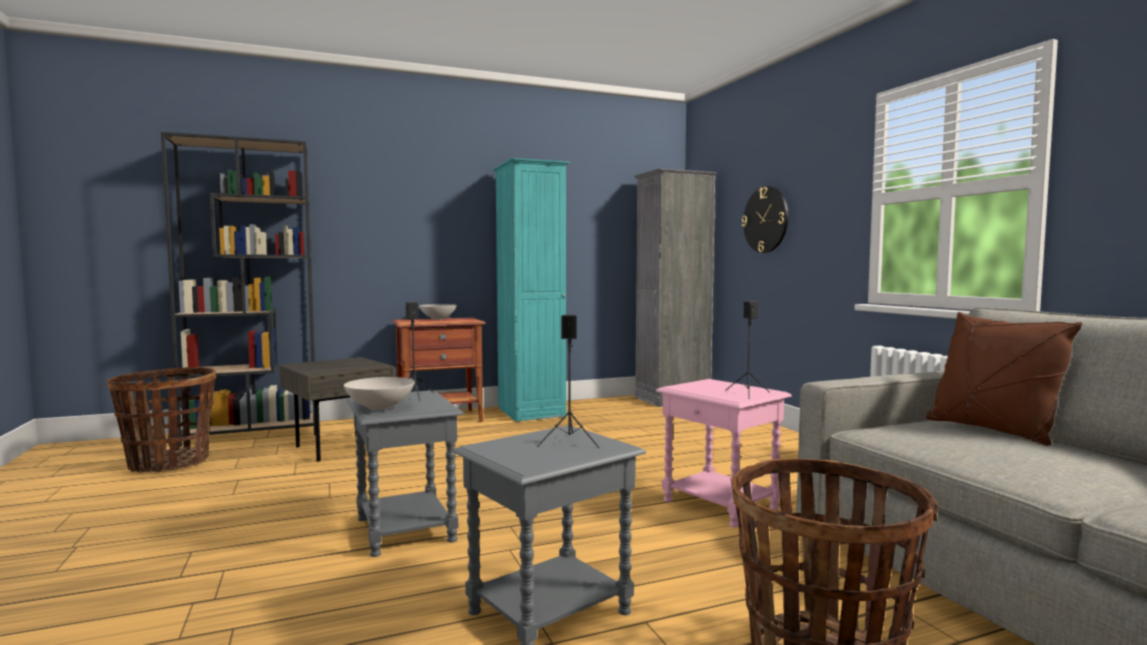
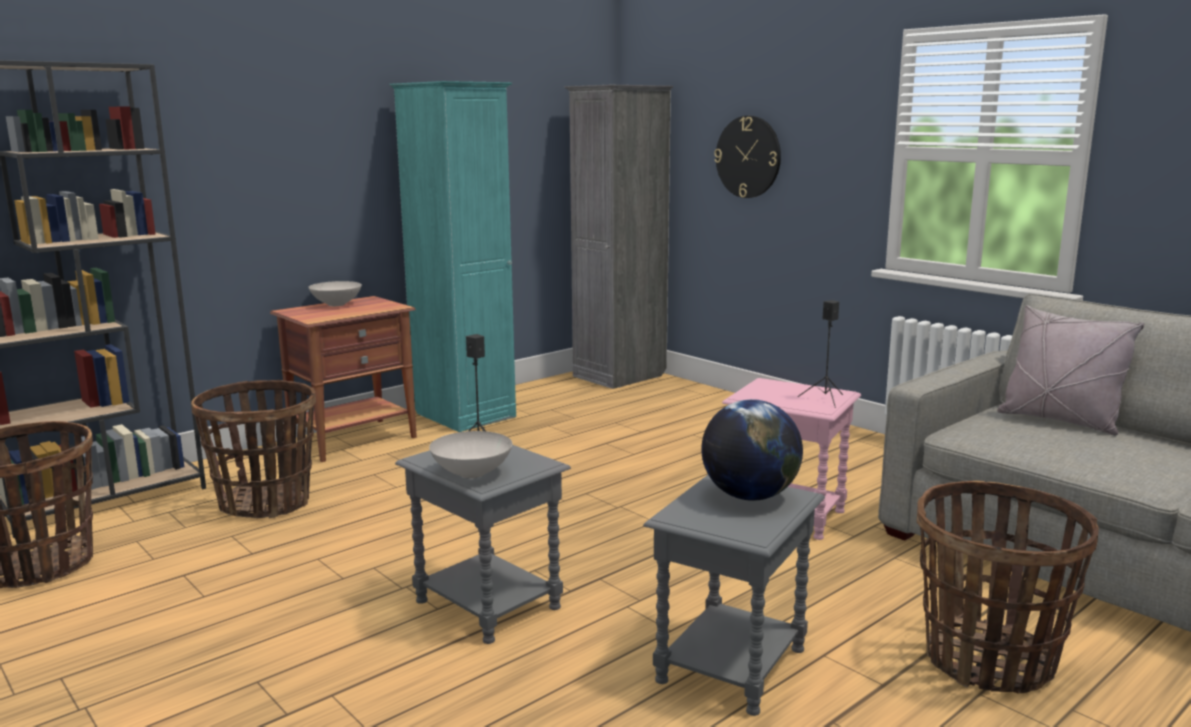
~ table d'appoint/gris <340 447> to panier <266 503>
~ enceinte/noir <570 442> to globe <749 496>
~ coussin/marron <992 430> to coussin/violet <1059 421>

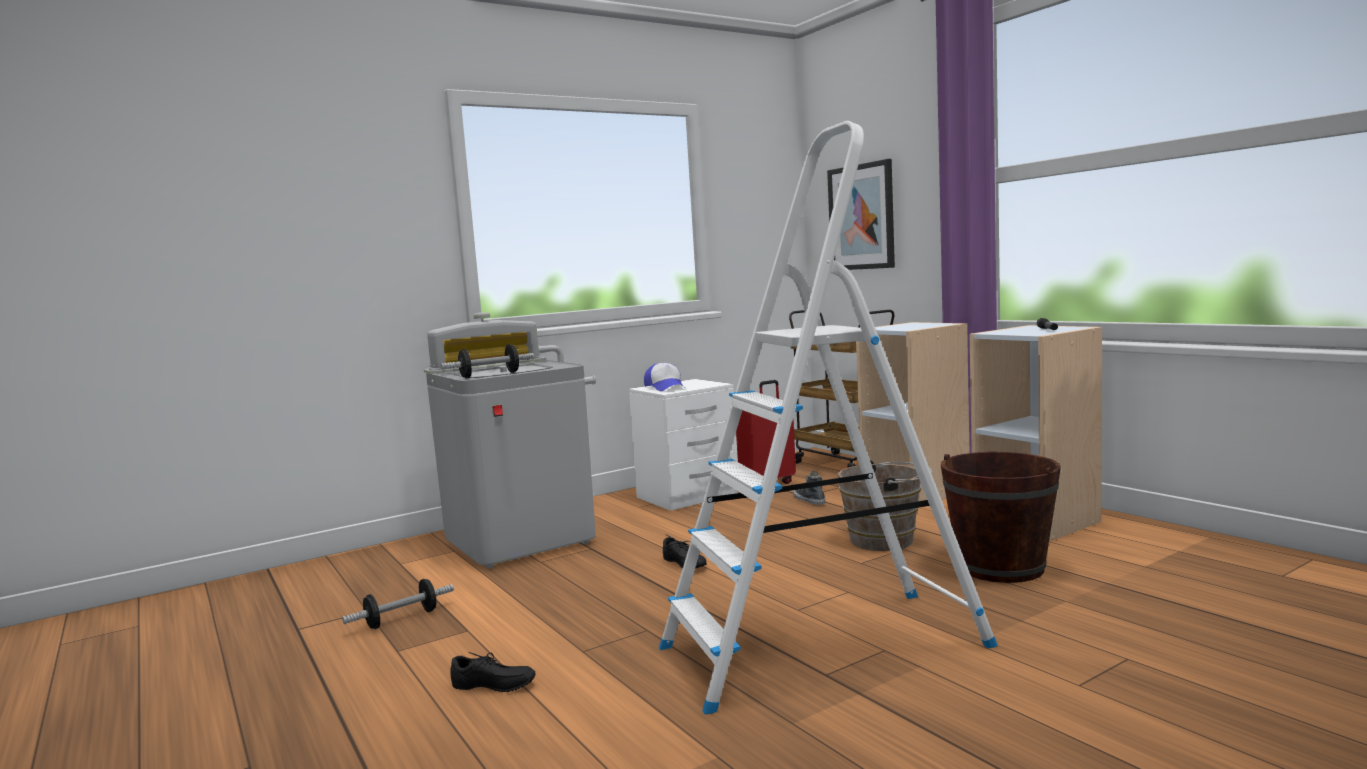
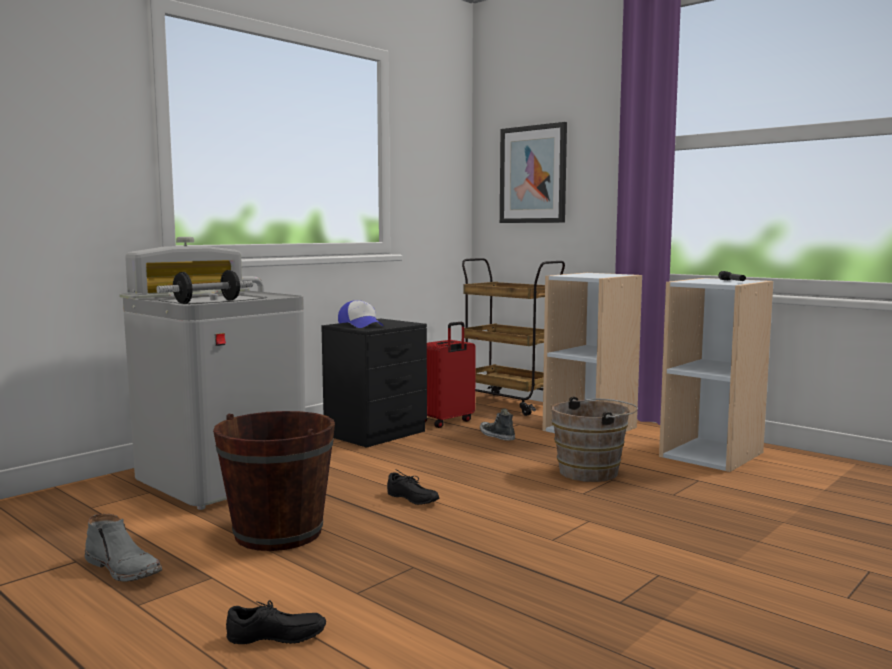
- escabeau/blanc <822 647>
~ seau/marron <1000 567> to <278 533>
~ haltère <401 619> to botte/gris <125 569>
~ table de chevet/blanc <689 496> to table de chevet/noir <378 433>

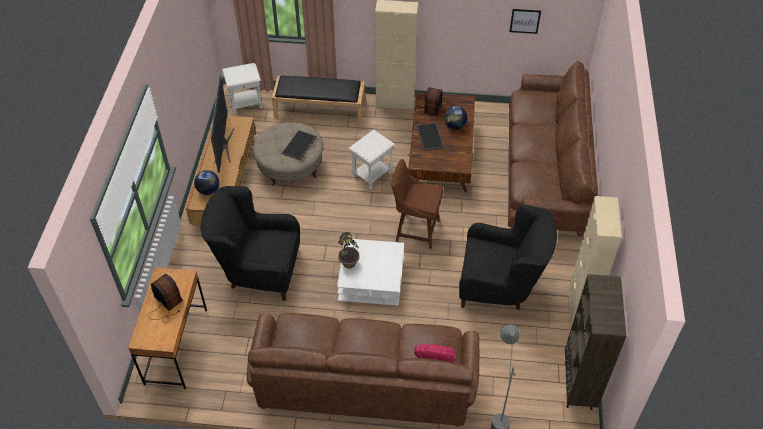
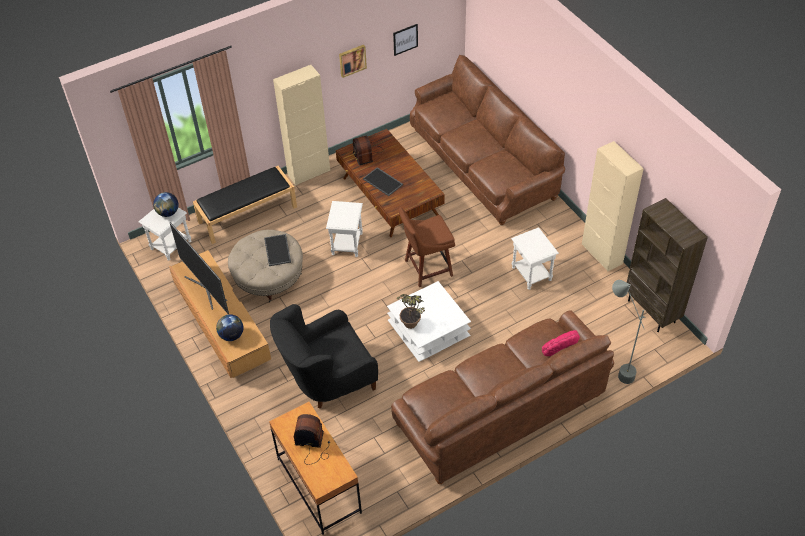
+ tableau <352 60>
~ globe <454 126> to <168 213>
~ fauteuil/noir <500 286> to table d'appoint/blanc <532 273>

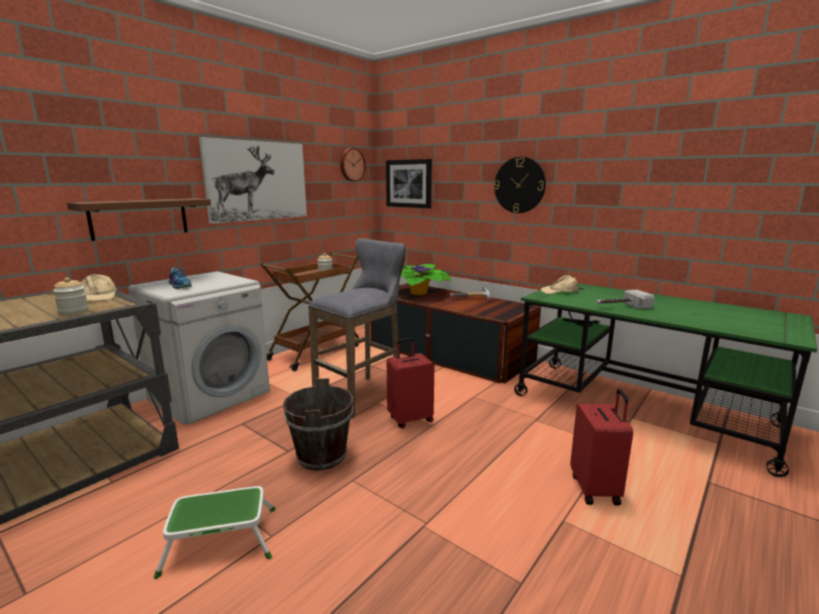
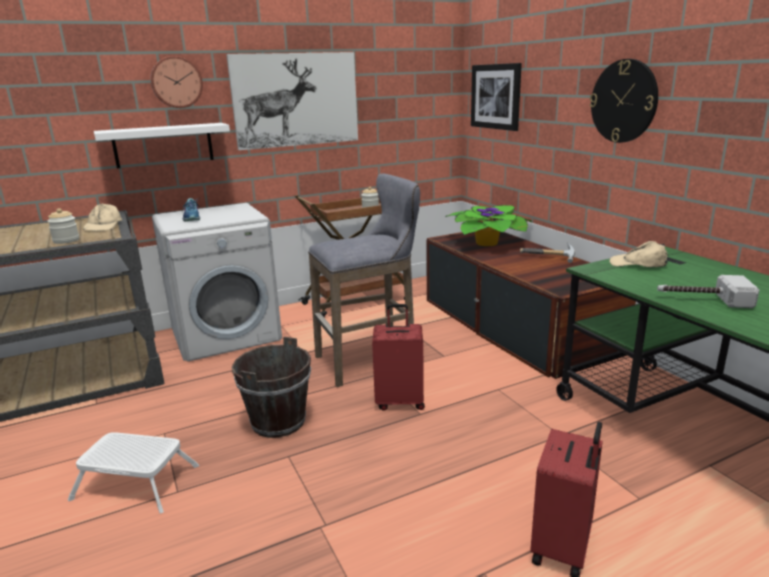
~ horloge murale <351 165> to <176 82>
~ étagère/marron <139 218> to étagère/blanc <163 145>
~ escabeau/vert <220 541> to escabeau/blanc <135 483>

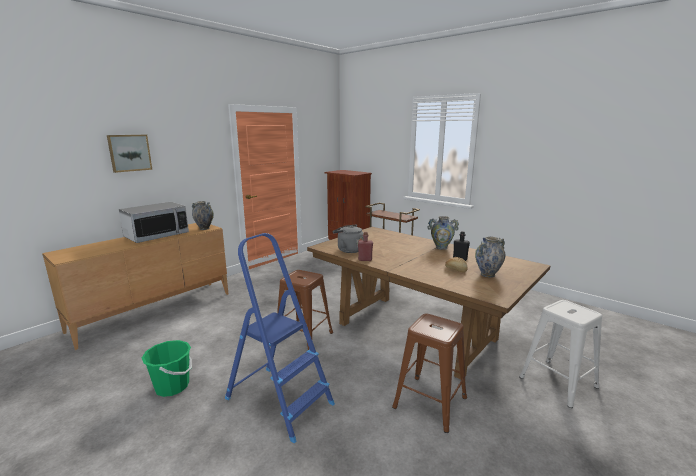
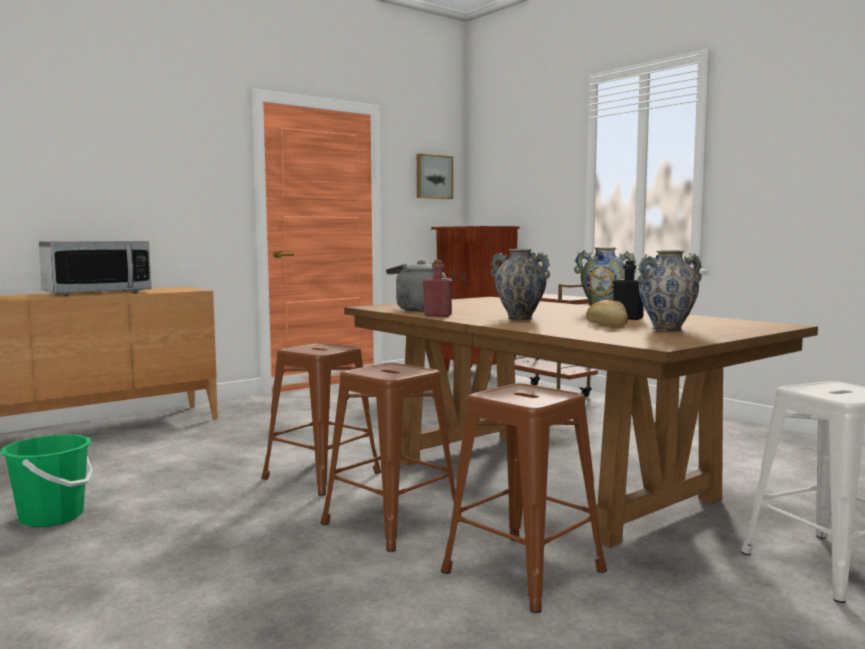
- escabeau/bleu <280 401>
+ tabouret/marron <391 522>
~ tableau <129 153> to <433 177>
~ vase <204 228> to <520 318>

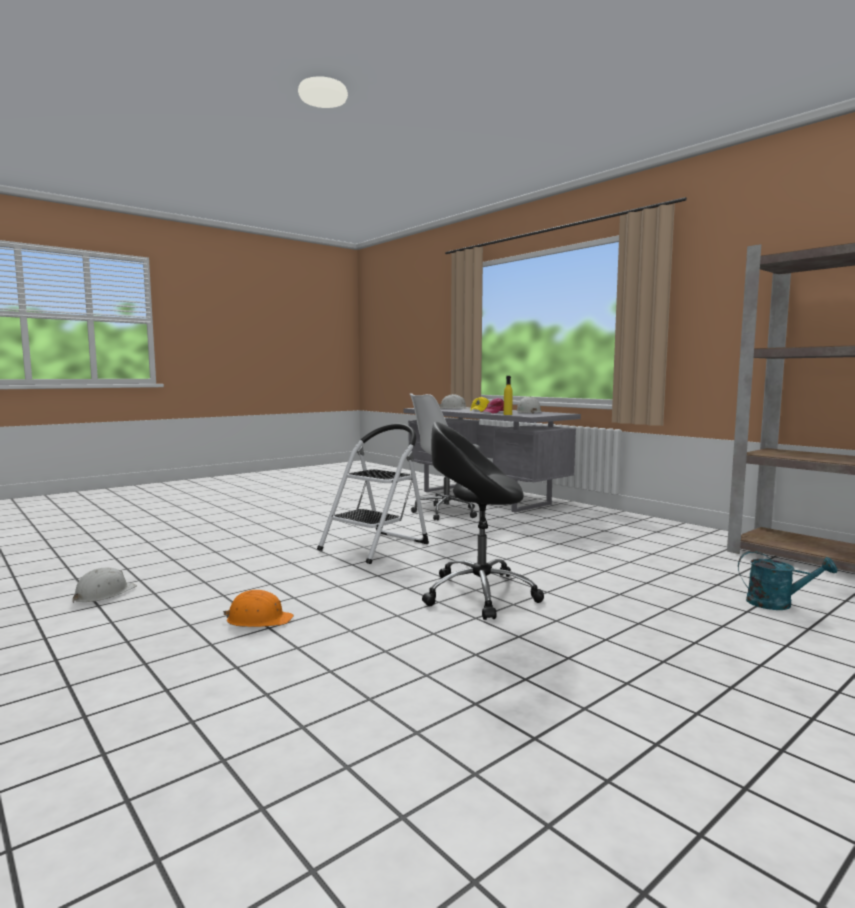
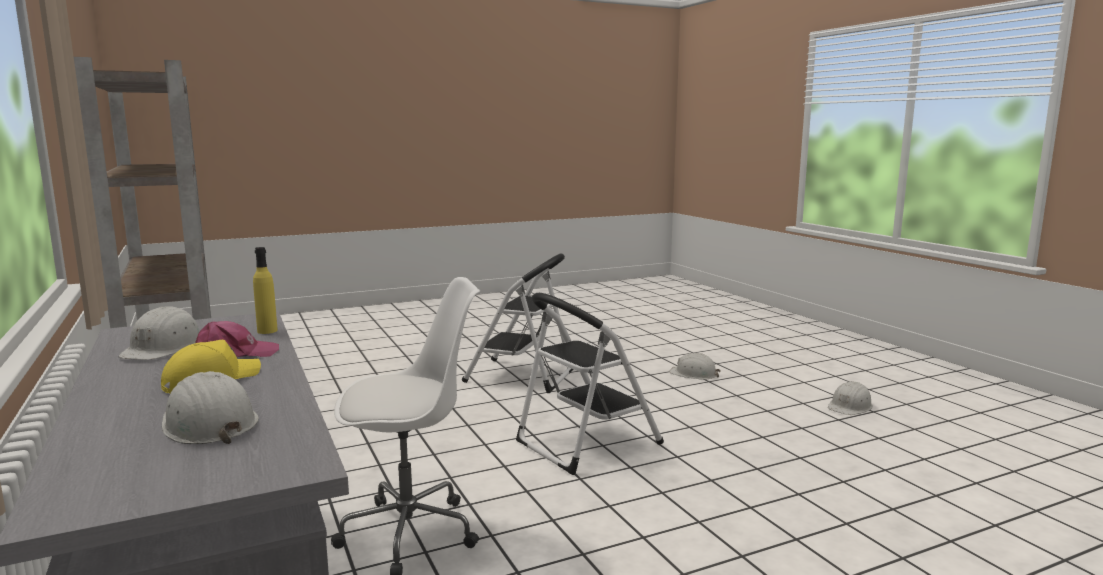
- arrosoir/turquoise <777 604>
~ chaise de bureau/noir <477 594> to escabeau <522 376>
~ casque de chantier/orange <259 619> to casque de chantier/blanc <694 374>

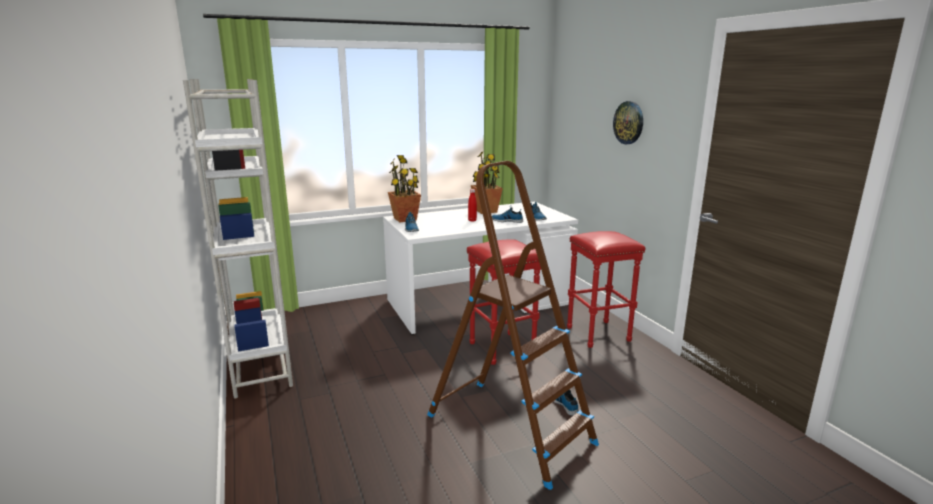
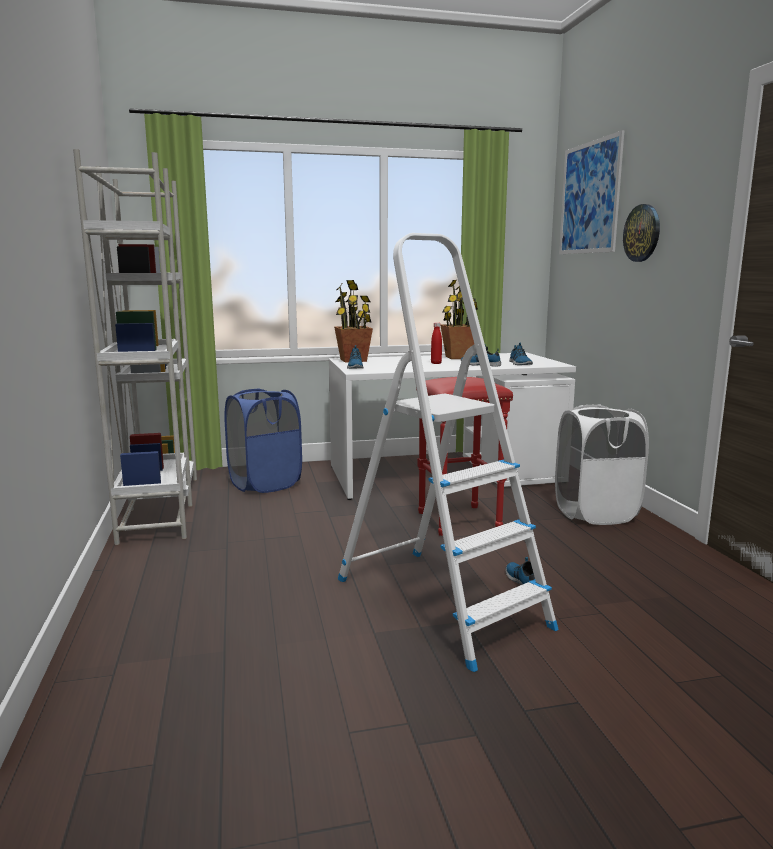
+ panier à linge/bleu <265 484>
+ tableau <589 198>
~ tabouret/rouge <598 333> to panier à linge/blanc <595 513>
~ escabeau/marron <510 429> to escabeau/blanc <441 603>

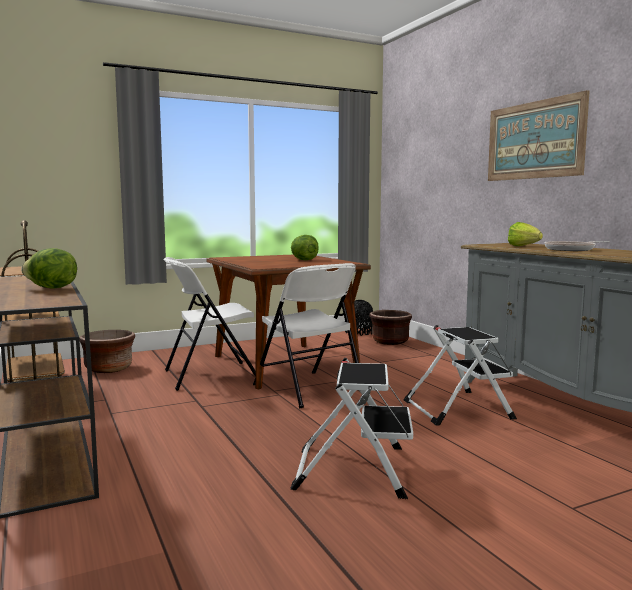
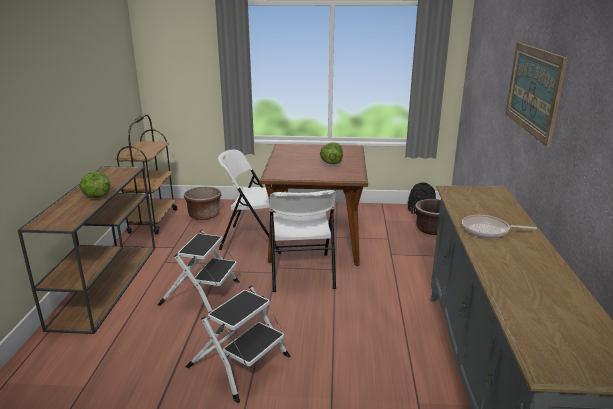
- laitue <526 247>
~ escabeau <458 408> to <201 294>

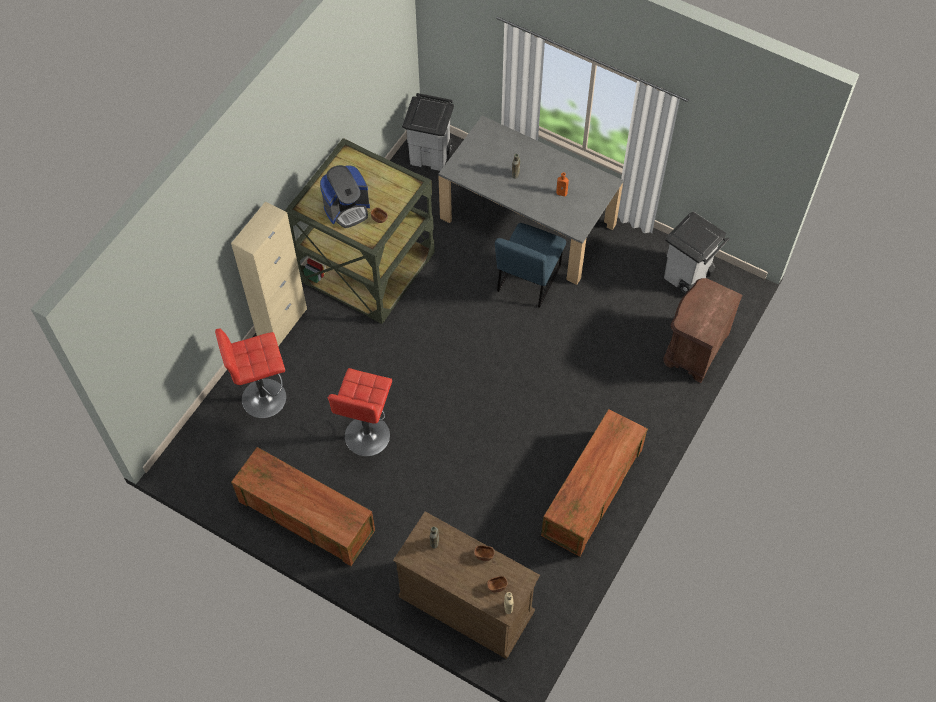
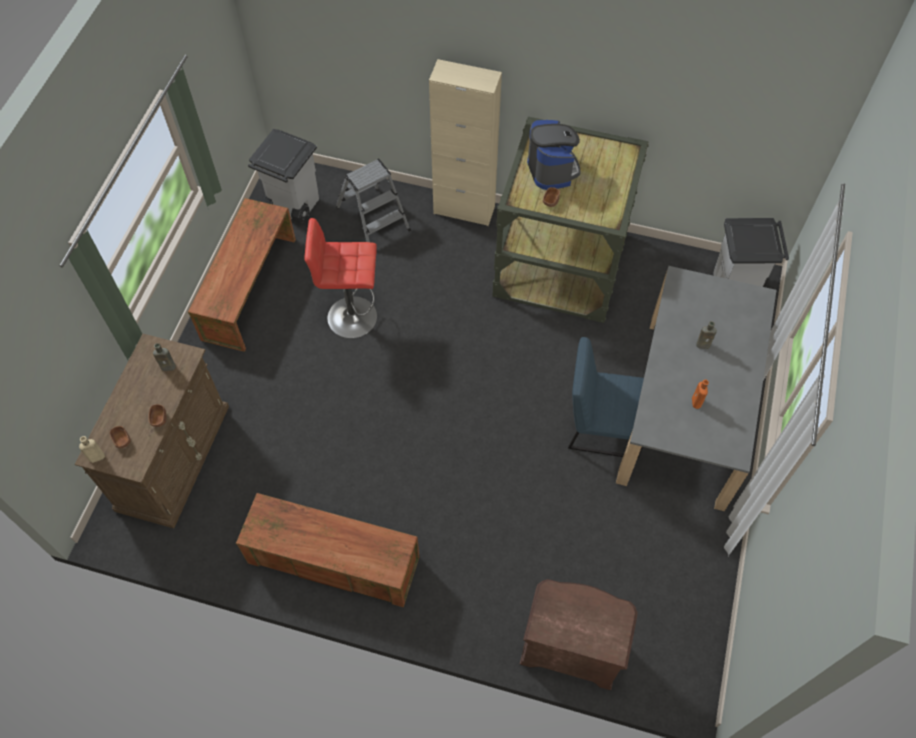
~ poubelle/gris <687 277> to <292 205>
~ tabouret/rouge <263 398> to escabeau/gris <373 218>
~ machine à café <347 209> = <552 169> 150 degrees counterclockwise

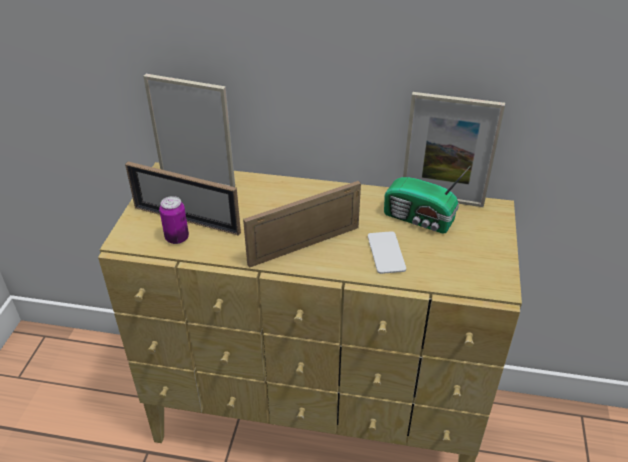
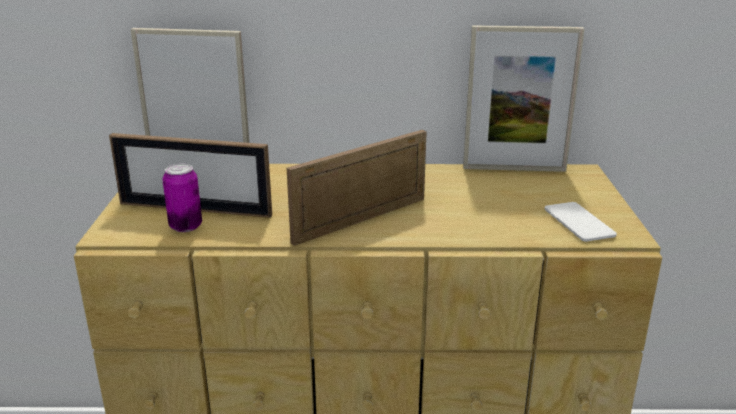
- radio <420 219>
~ téléphone <386 253> to <578 223>

